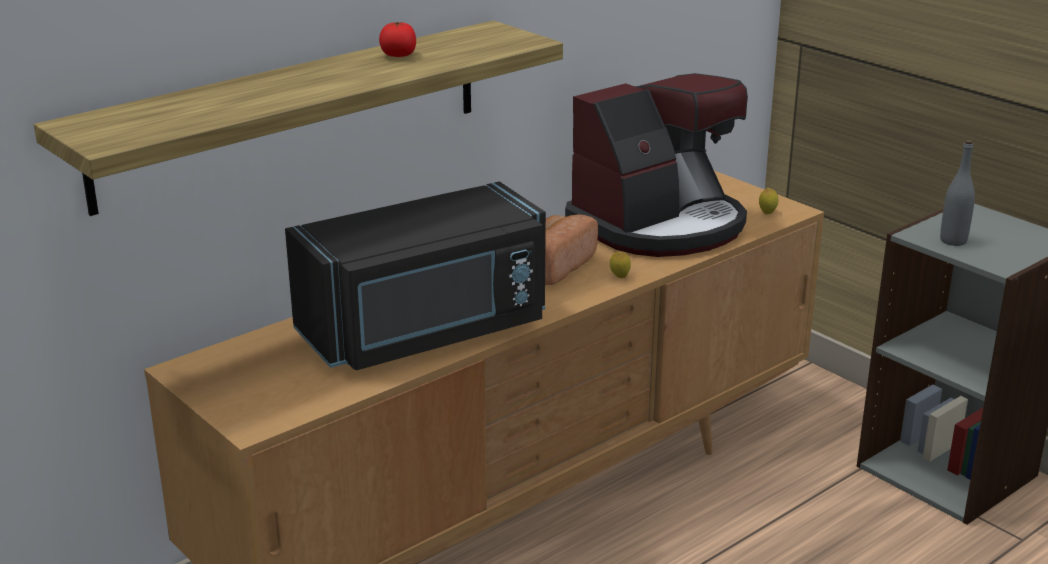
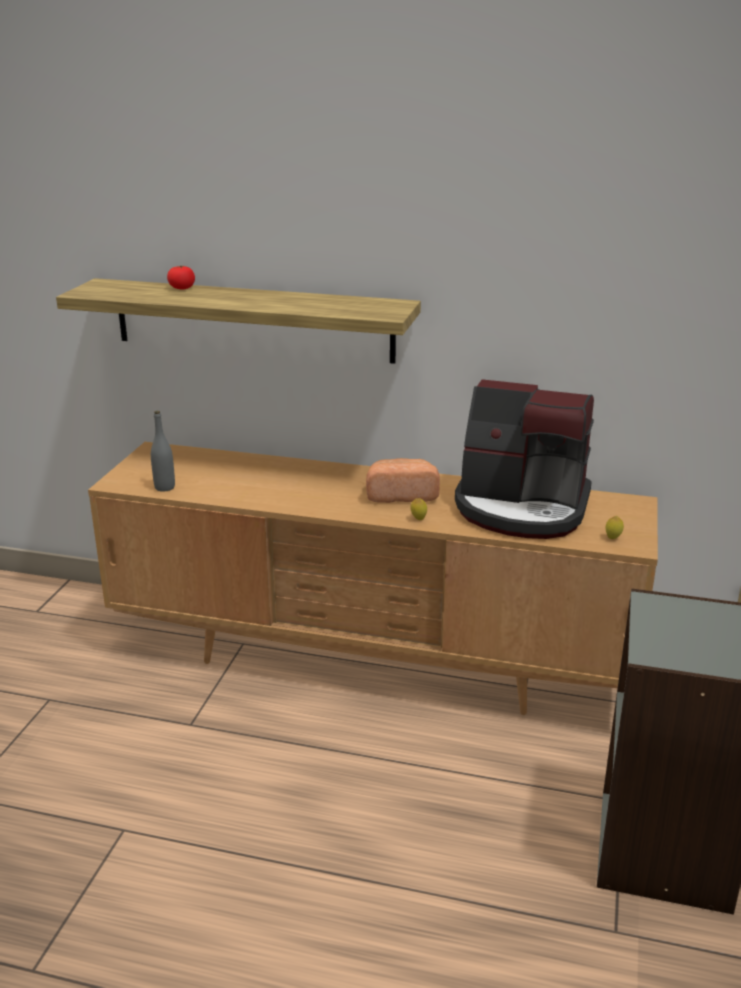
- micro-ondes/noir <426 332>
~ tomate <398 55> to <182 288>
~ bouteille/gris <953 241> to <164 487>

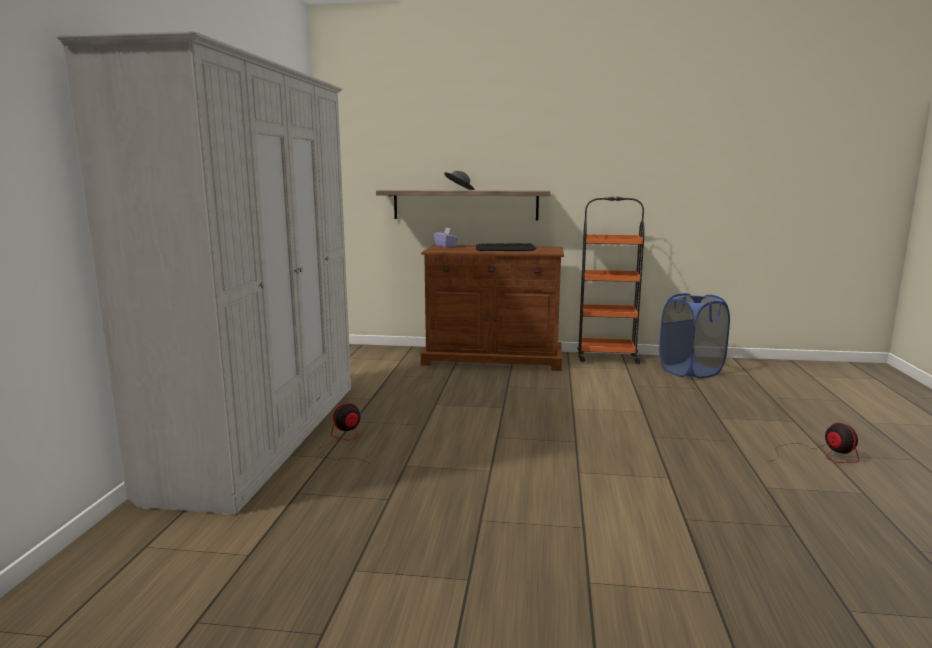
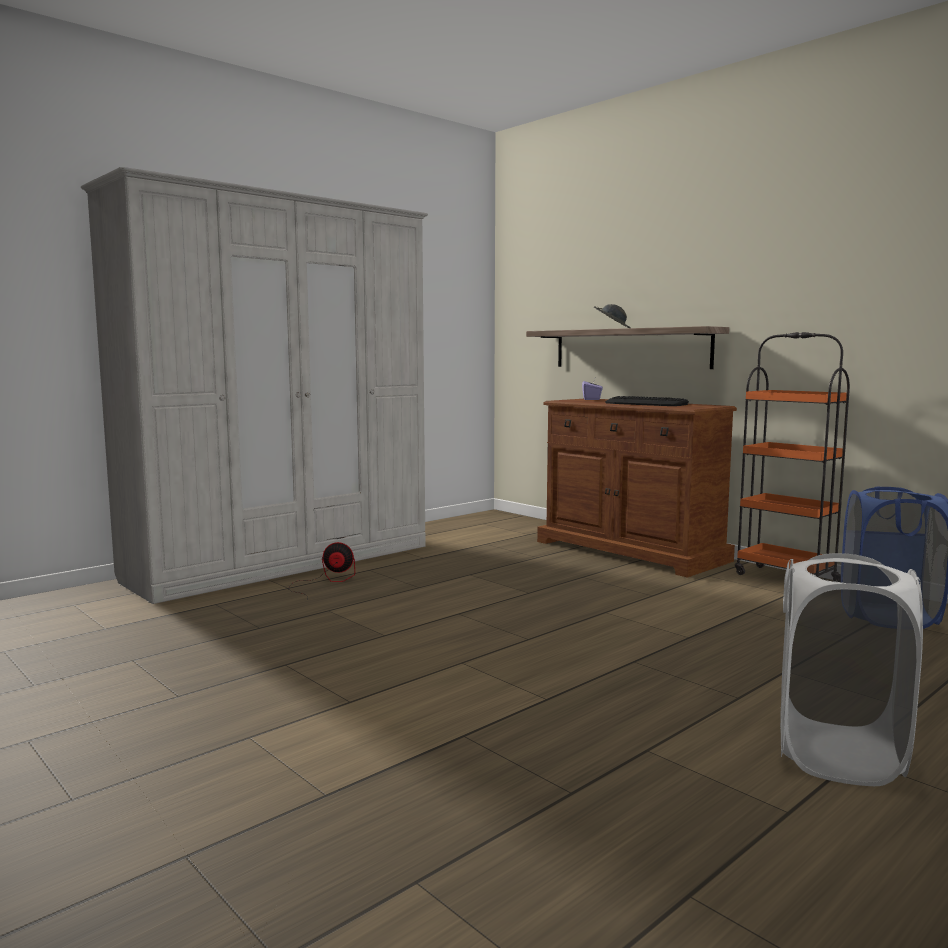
~ ventilateur <819 455> to panier à linge/blanc <838 754>

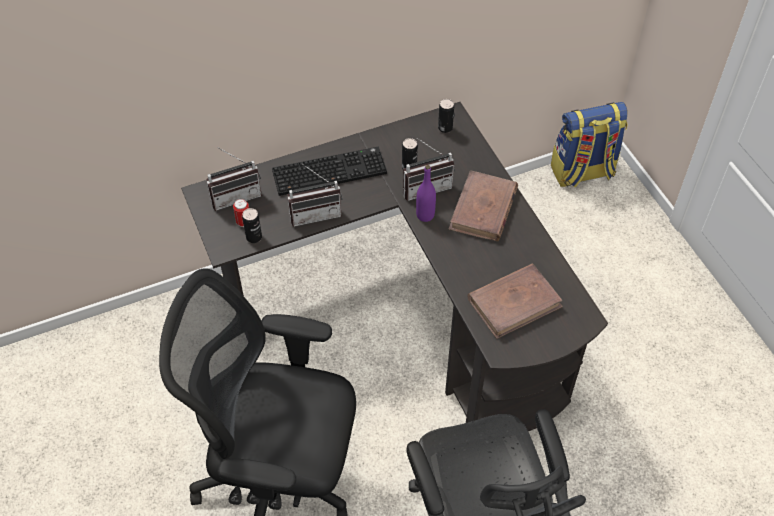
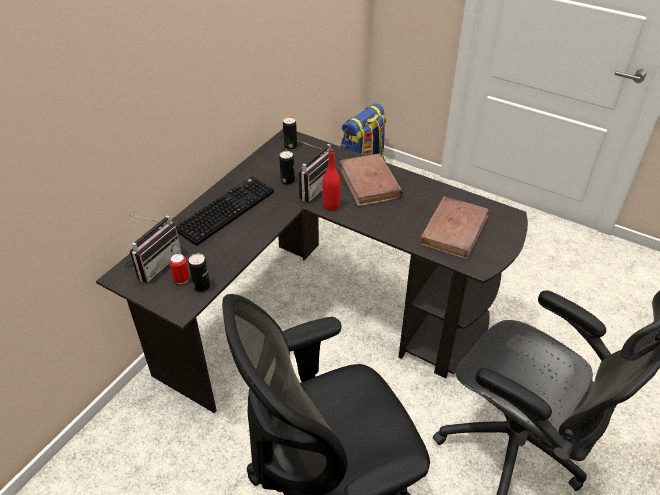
- radio <315 213>
~ bouteille/violet <425 215> to bouteille/rouge <331 205>

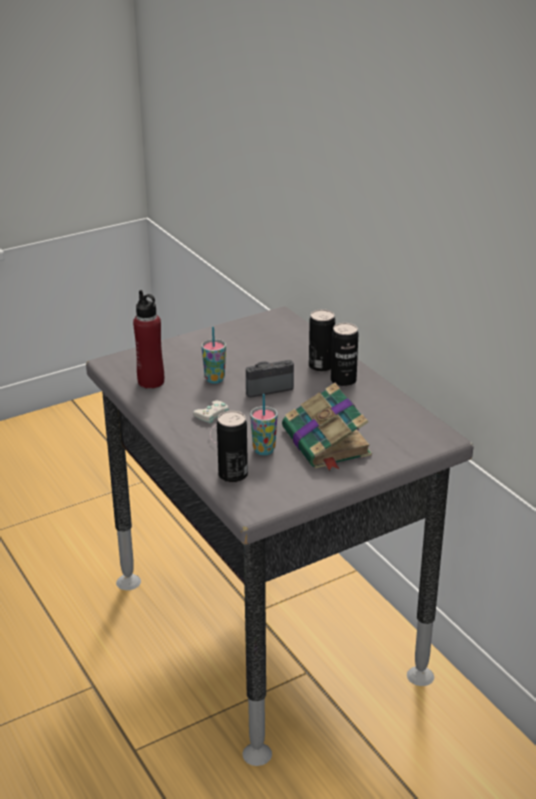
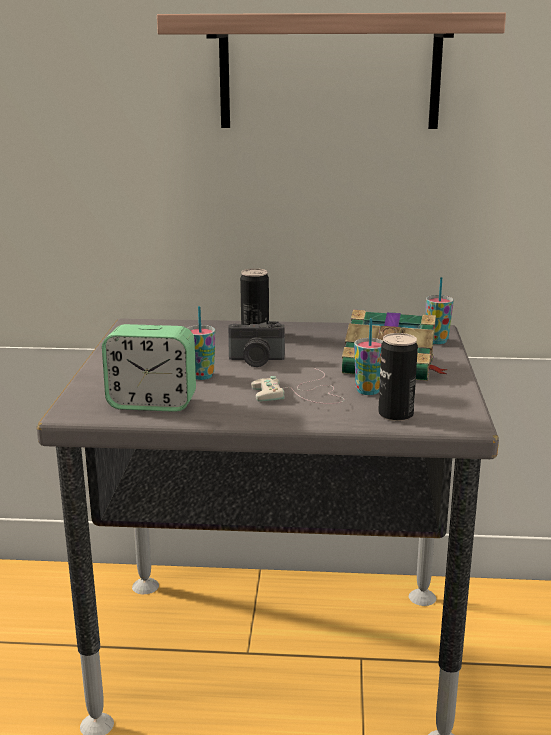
- boîte métallique <343 381>
+ étagère <329 72>
+ tasse <436 341>
~ bouteille/rouge <151 382> to réveil <152 403>
~ appareil photo <267 387> = <256 361> 105 degrees counterclockwise

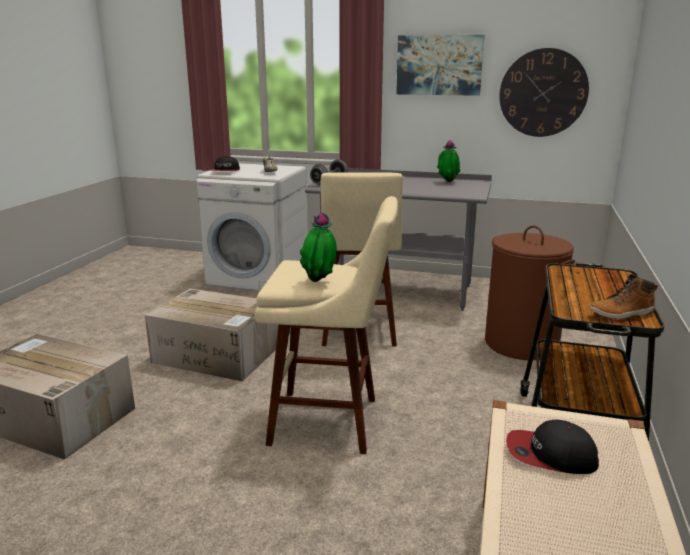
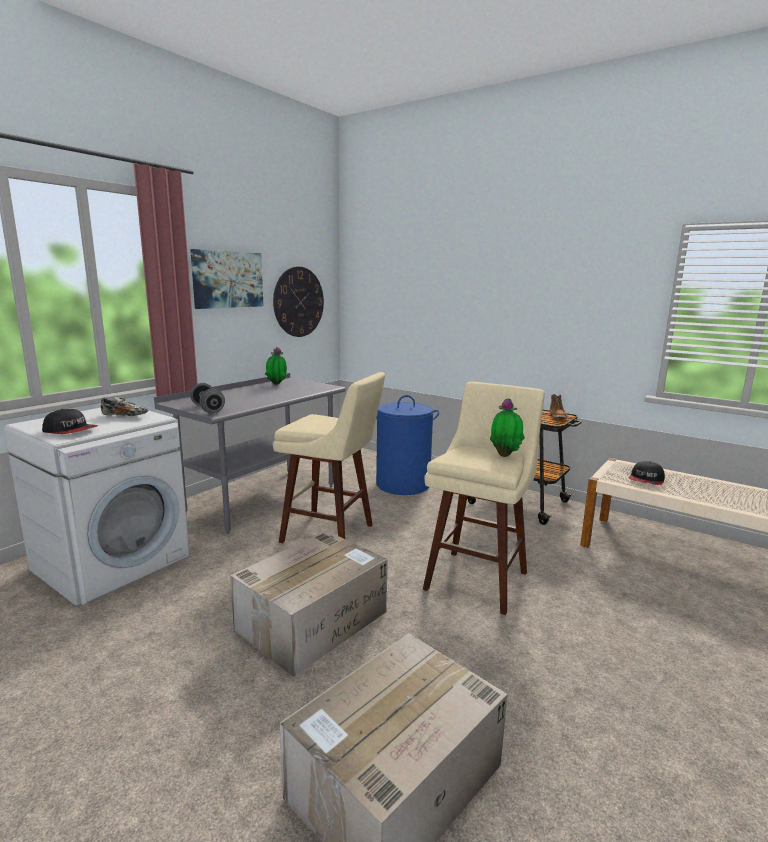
~ panier à linge/marron <520 344> to panier à linge/bleu <402 485>

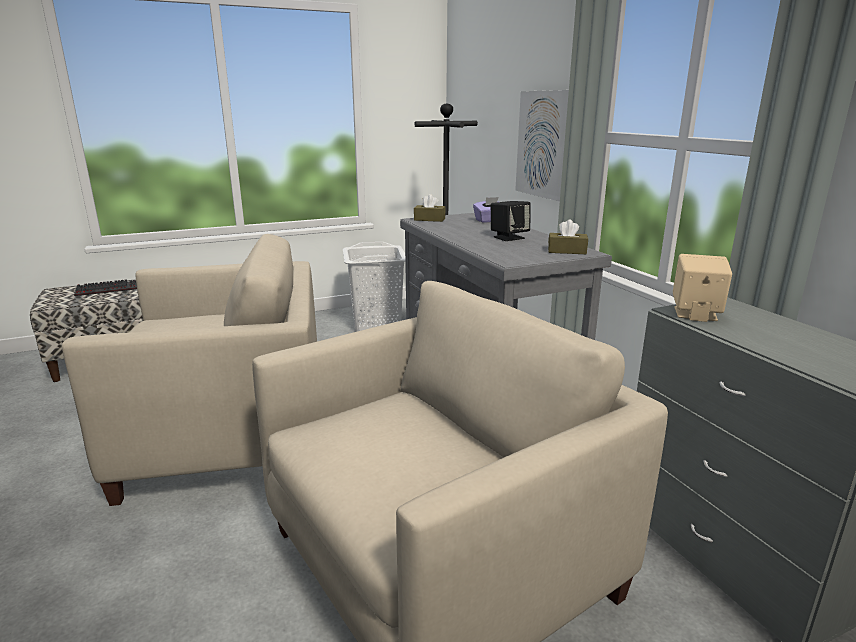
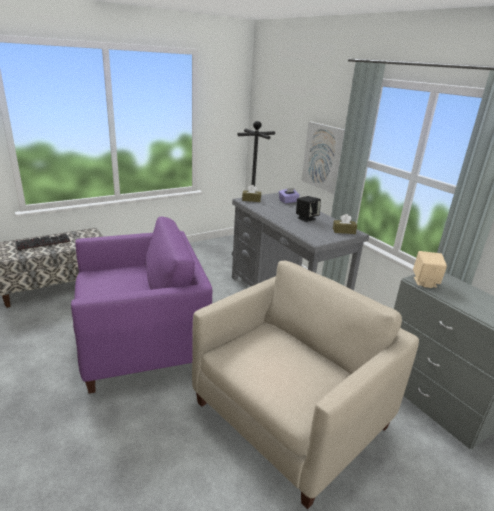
- panier à linge/blanc <377 324>
~ fauteuil/beige <228 434> to fauteuil/violet <142 341>

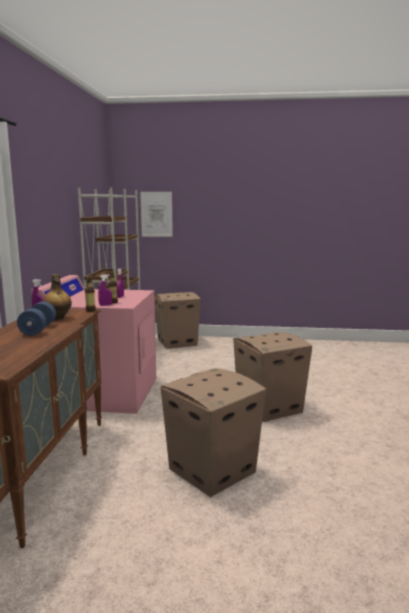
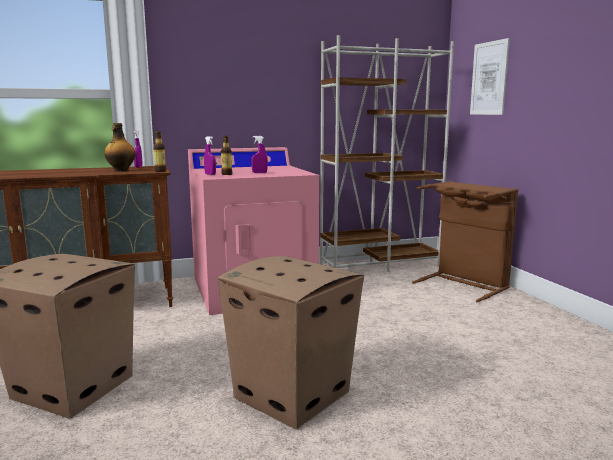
- haltère/bleu <38 329>
~ carton <178 342> to panier à linge/marron <464 284>

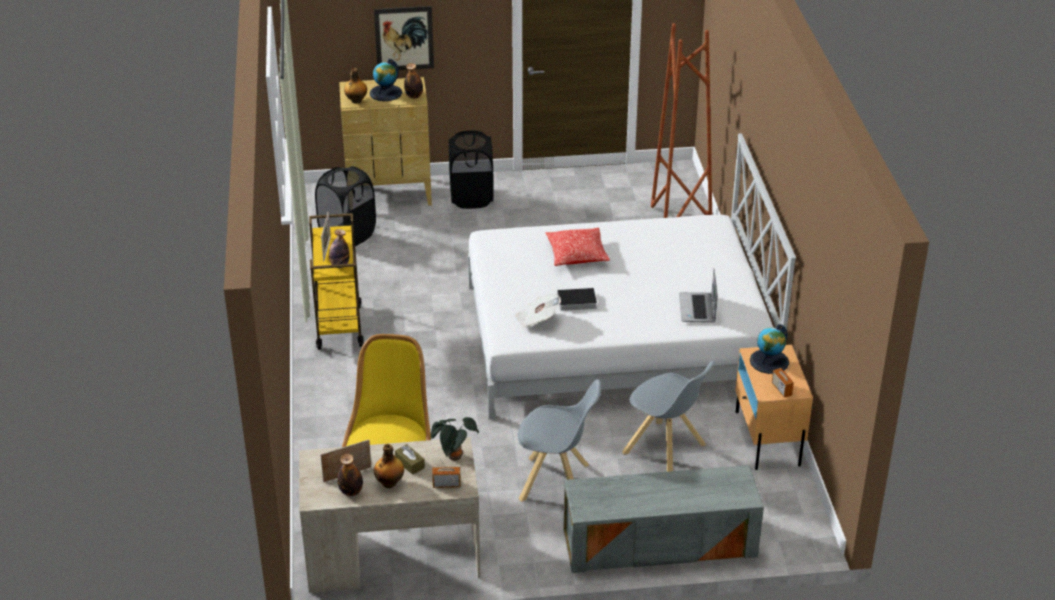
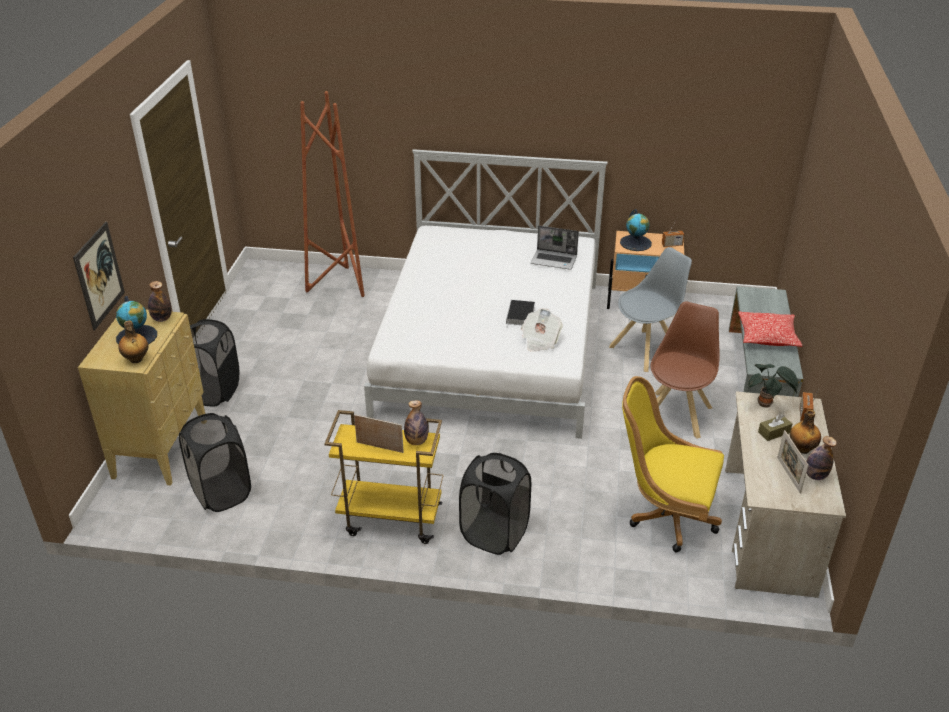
+ panier à linge/noir <494 534>
~ coussin <577 255> to <767 337>
~ chaise/gris <557 483> to chaise/marron <677 413>

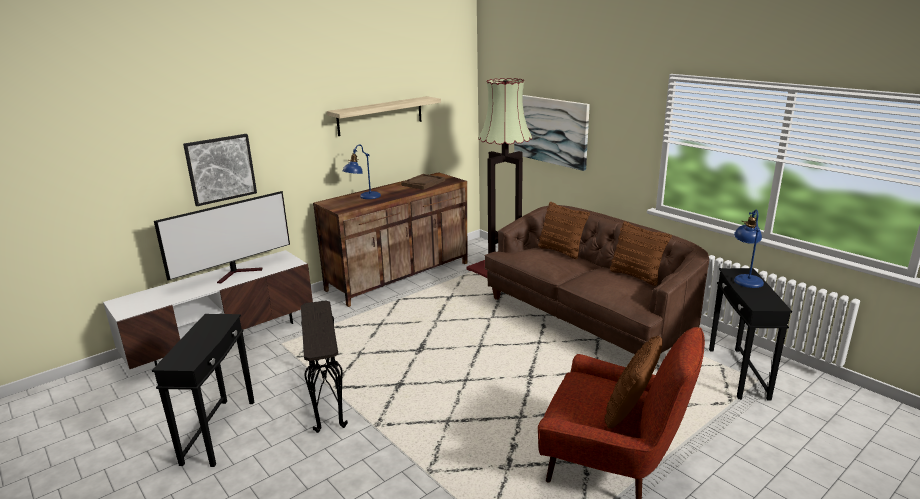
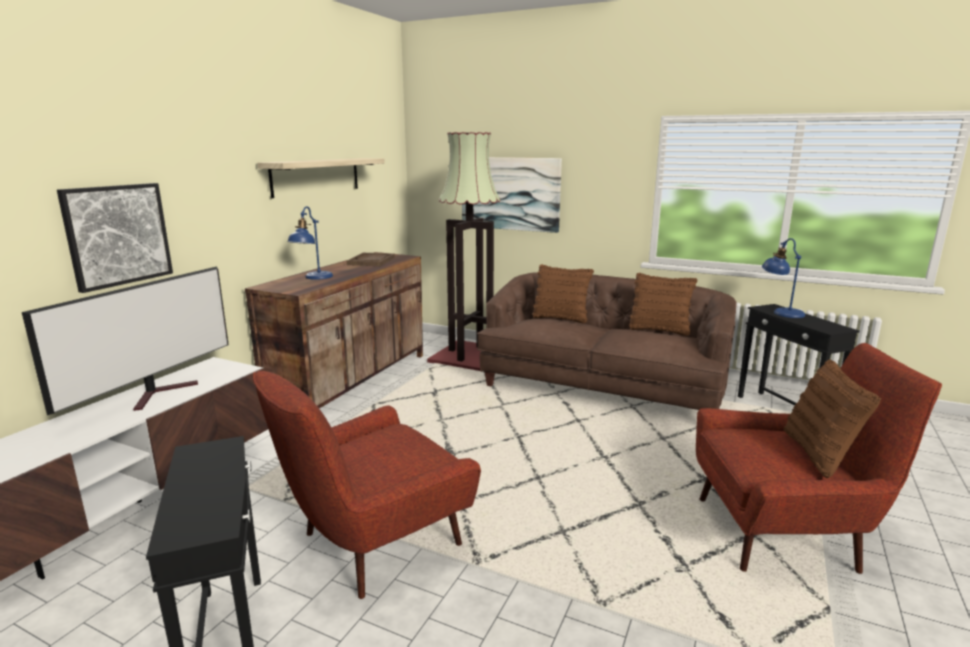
~ table d'appoint/noir <326 397> to fauteuil/rouge <373 544>

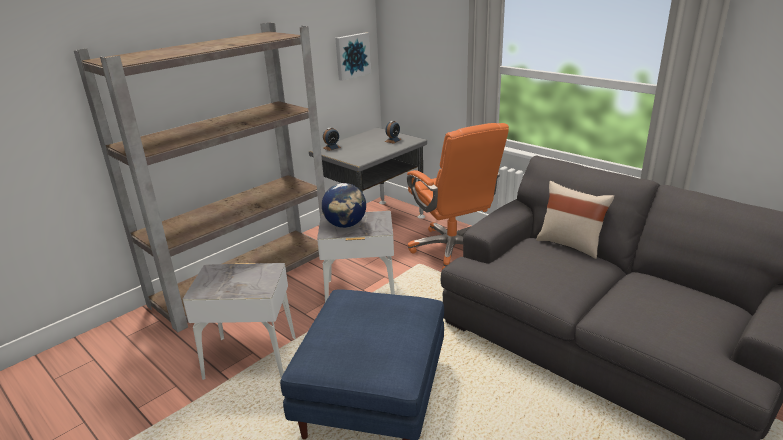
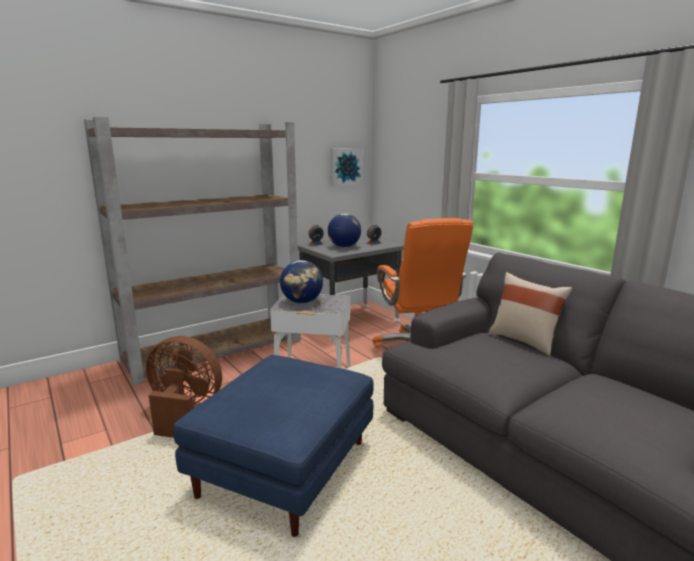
+ globe <344 246>
~ table d'appoint <249 356> to ventilateur/marron <184 414>

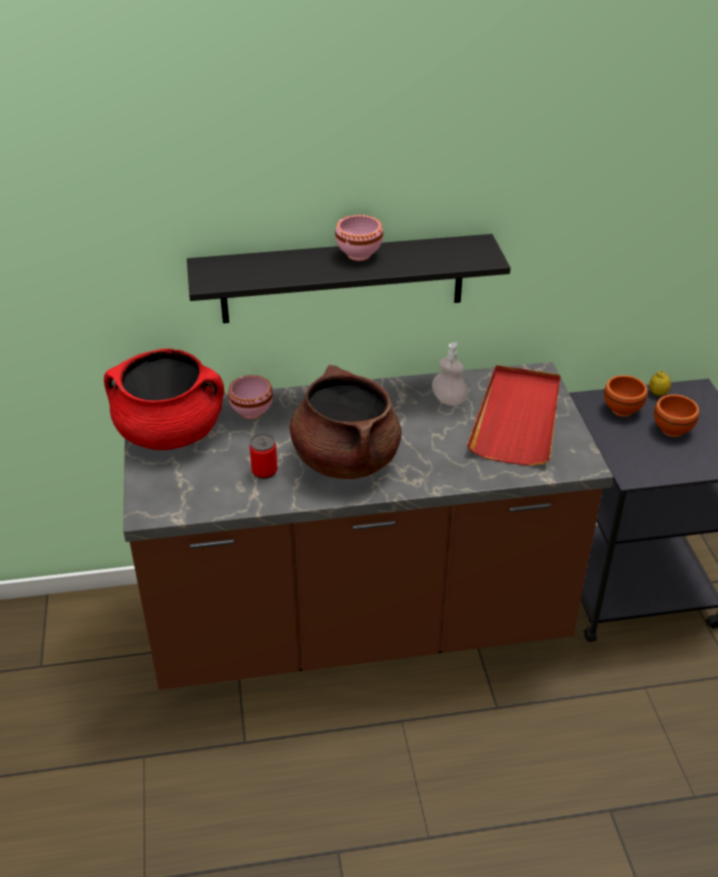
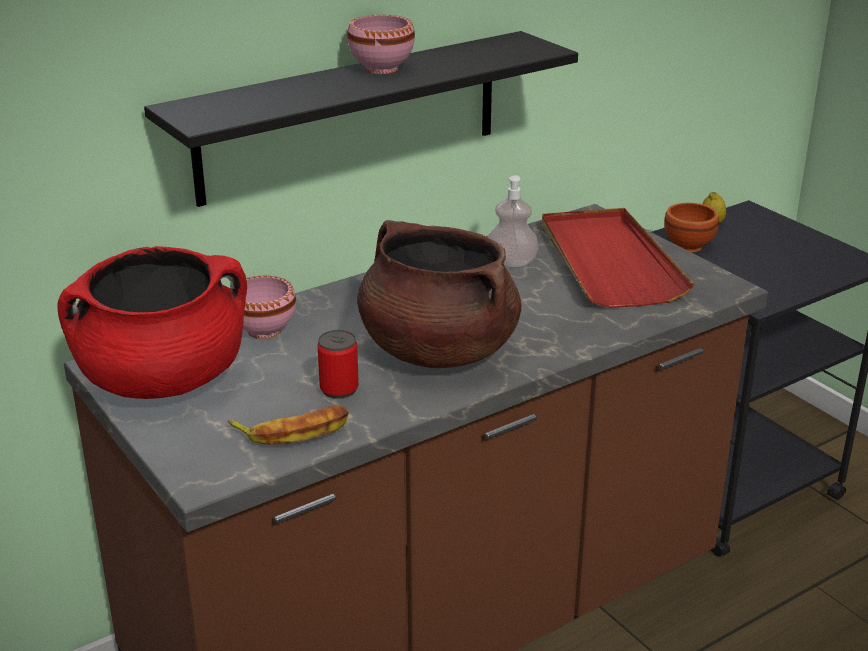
- bol/marron <673 430>
+ banane <293 431>

